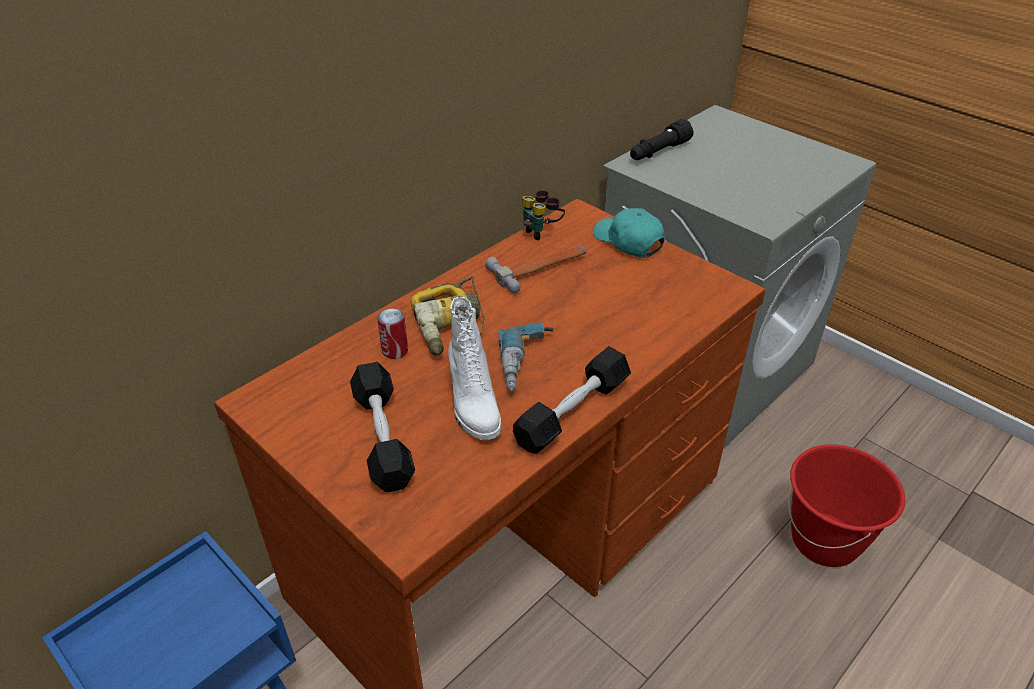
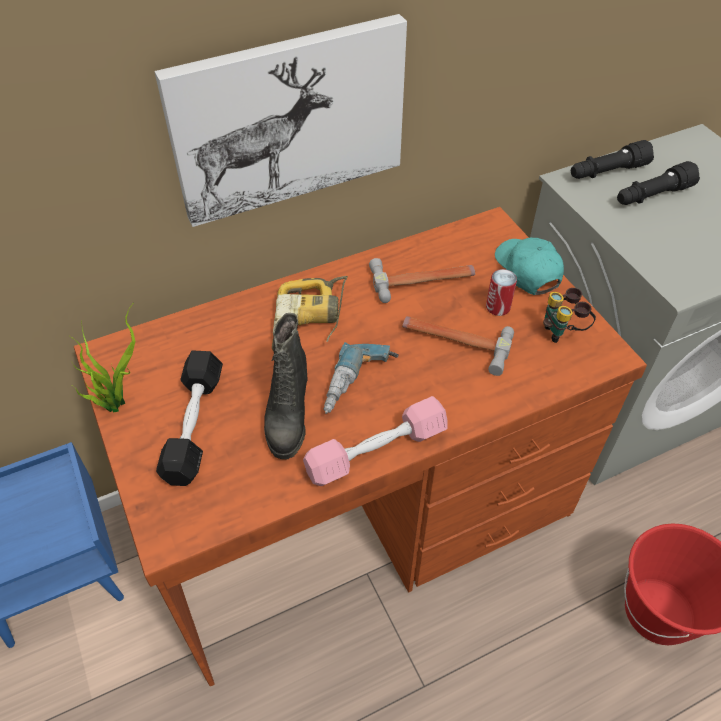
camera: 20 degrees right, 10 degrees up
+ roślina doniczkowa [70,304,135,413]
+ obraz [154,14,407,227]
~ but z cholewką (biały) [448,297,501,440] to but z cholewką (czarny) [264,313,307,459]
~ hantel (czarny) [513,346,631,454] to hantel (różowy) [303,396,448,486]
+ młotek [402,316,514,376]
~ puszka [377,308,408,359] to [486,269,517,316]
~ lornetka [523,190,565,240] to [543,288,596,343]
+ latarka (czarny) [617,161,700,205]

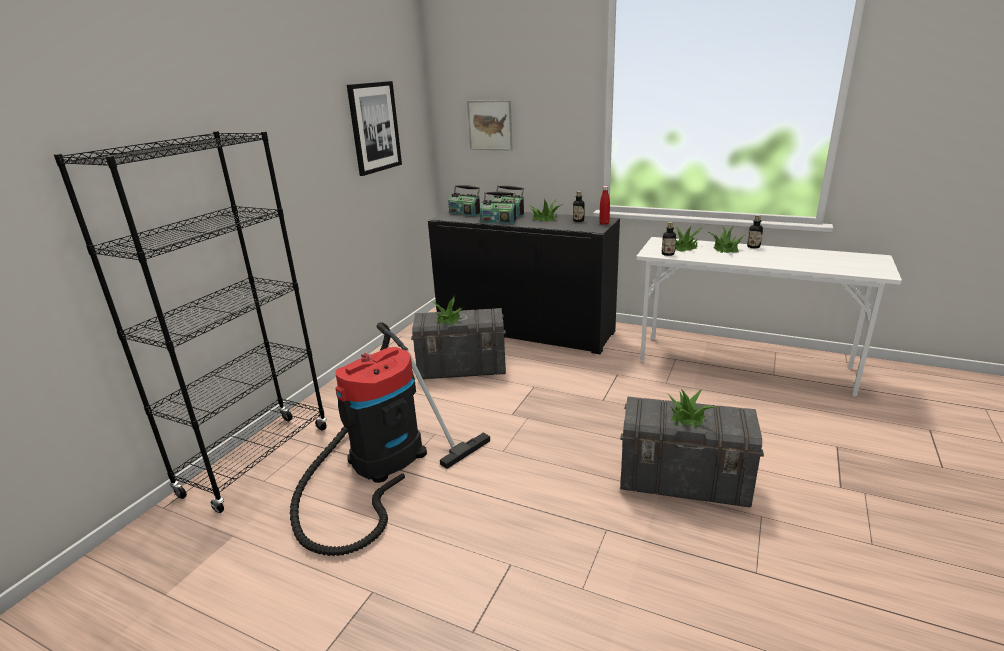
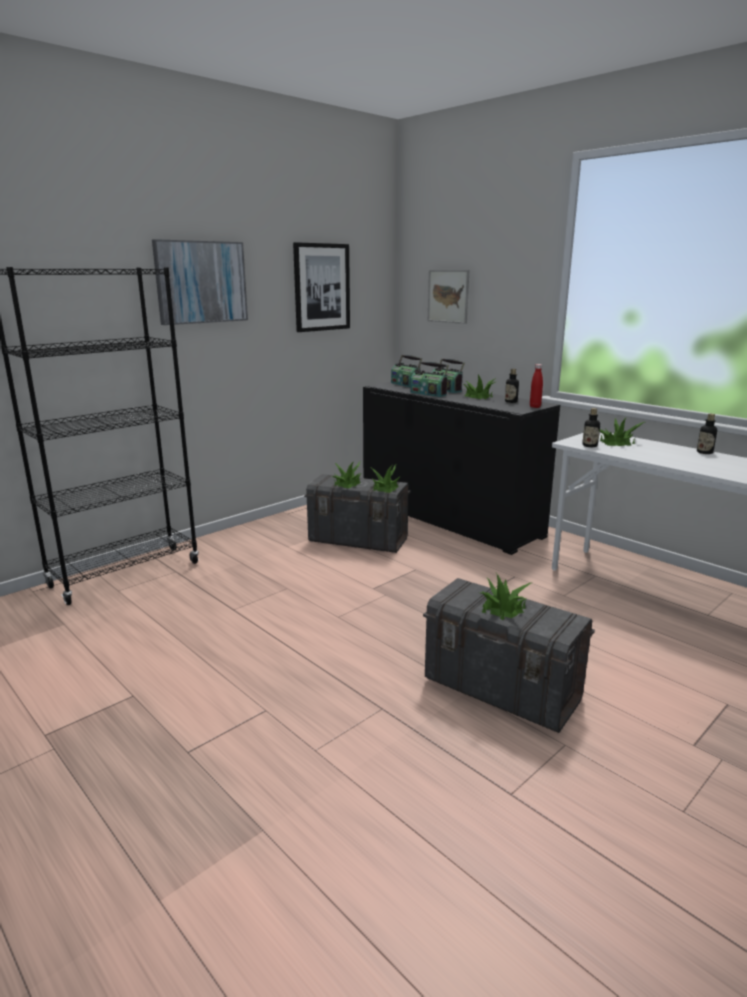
camera: 20 degrees right, 5 degrees down
+ obraz [152,239,248,325]
~ roślina doniczkowa [707,226,745,253] to [371,465,400,493]
- odkurzacz [290,322,490,556]

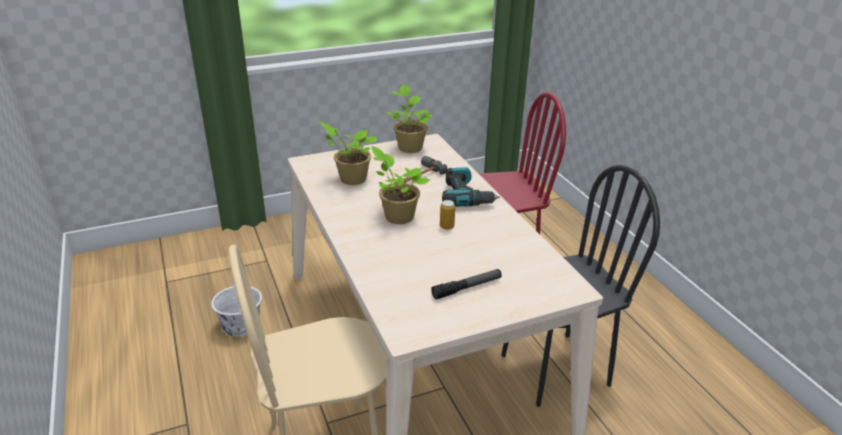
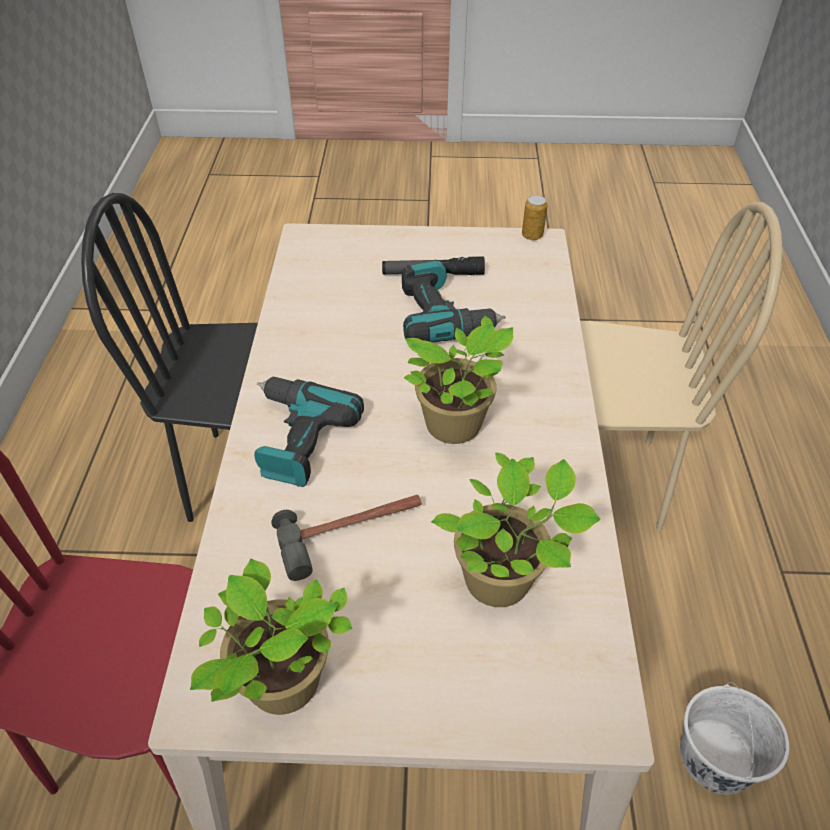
camera: 155 degrees left, 15 degrees up
+ wiertarka [402,261,506,343]
~ puszka [440,200,455,230] to [522,195,548,240]

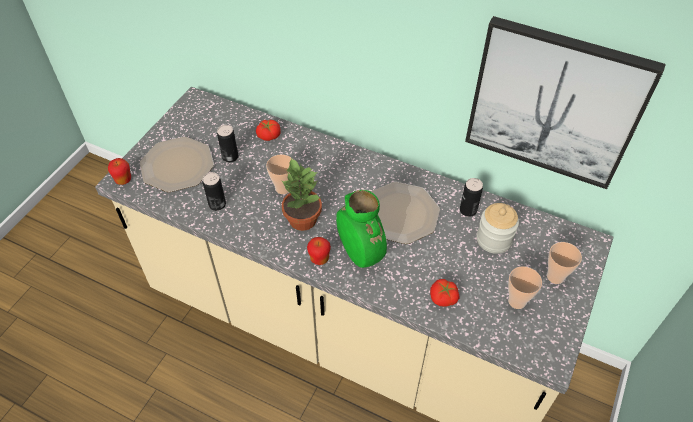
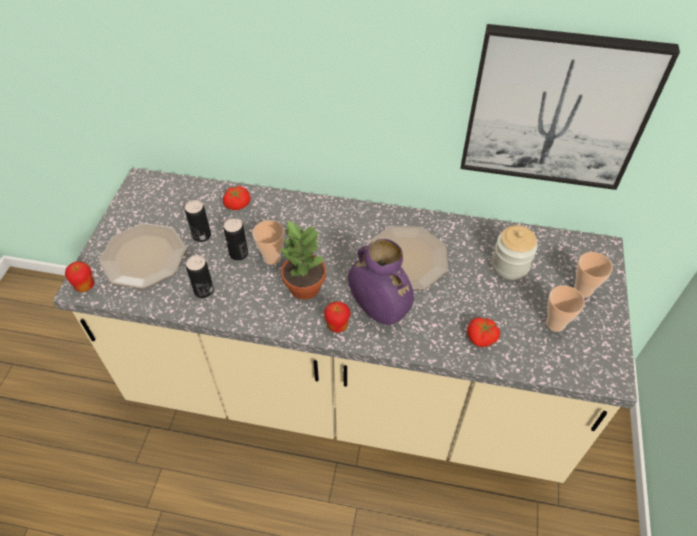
camera: 15 degrees left, 0 degrees up
~ puszka [460,178,483,217] to [224,218,248,261]
~ wazon (zielony) [336,190,387,268] to wazon (fioletowy) [348,239,414,325]

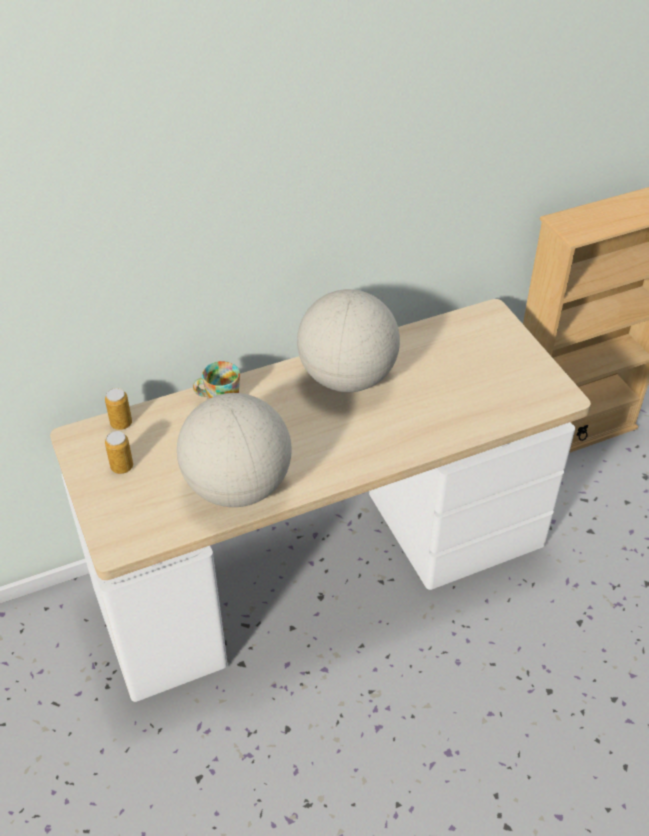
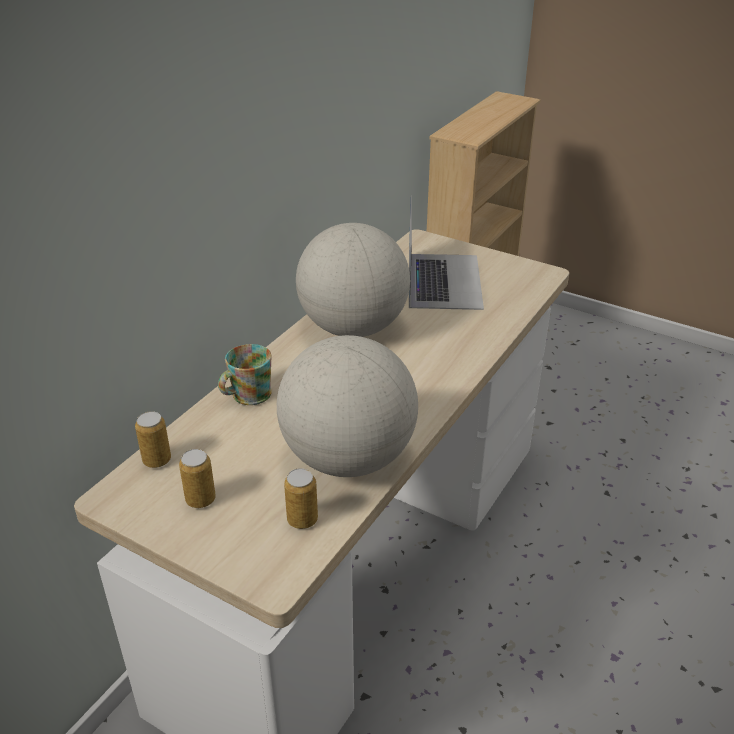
camera: 35 degrees left, 10 degrees down
+ puszka [284,468,318,529]
+ laptop [409,196,484,310]

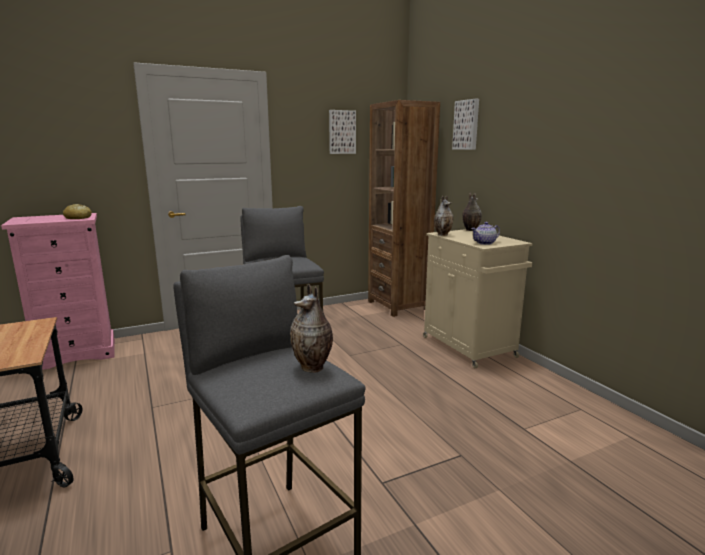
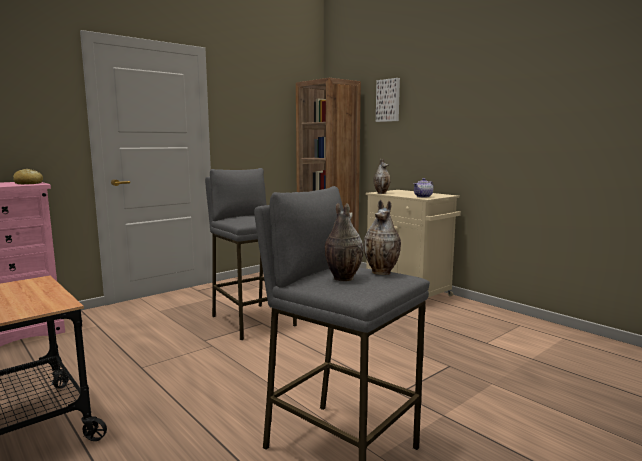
camera: 15 degrees left, 5 degrees down
~ wazon [463,193,482,231] to [325,203,363,281]
- obraz [329,110,356,154]

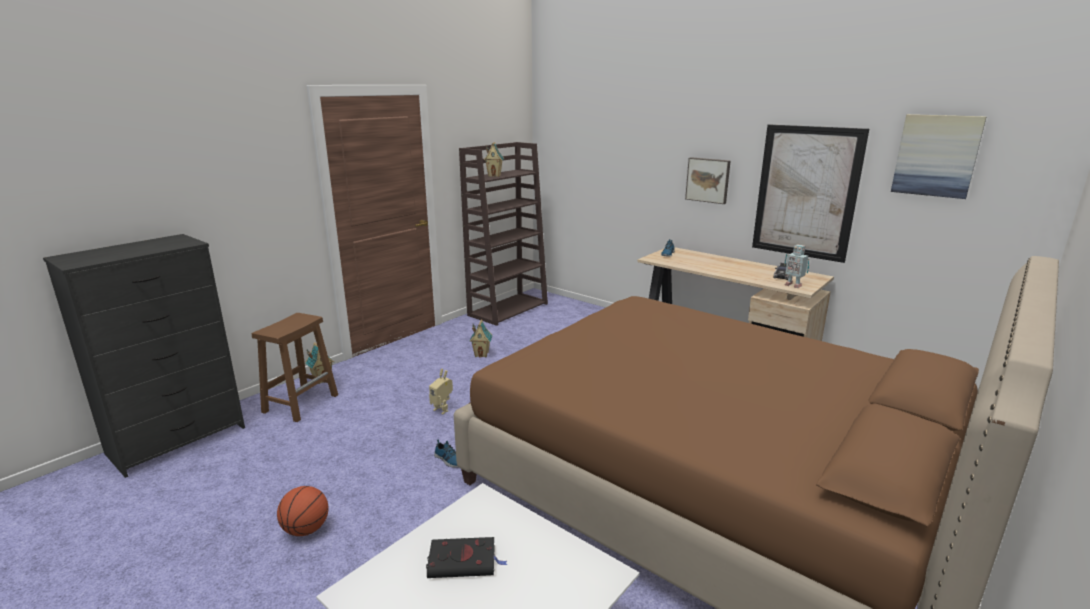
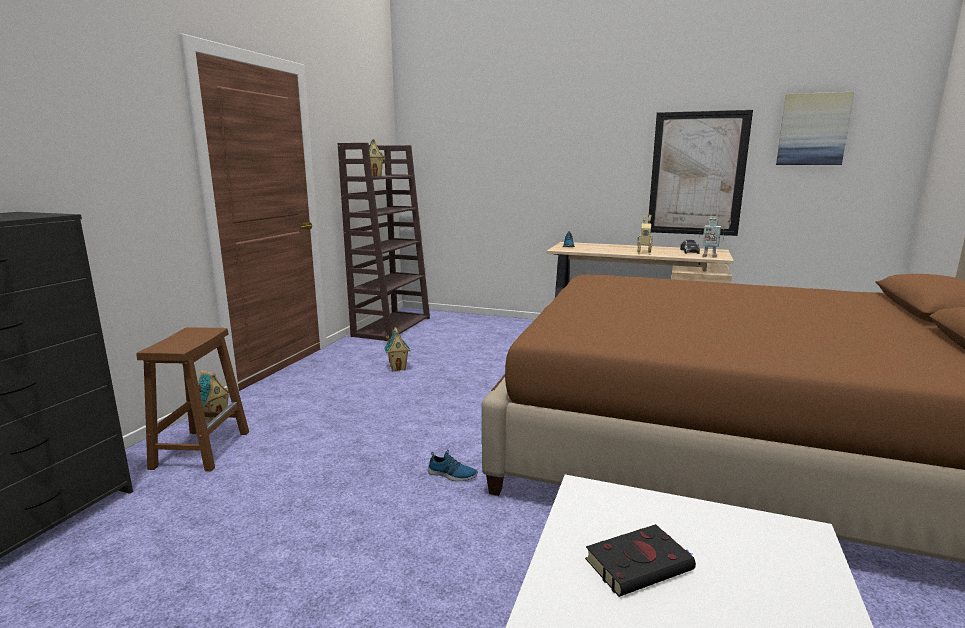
camera: 20 degrees left, 5 degrees down
~ robot zabawkowy [429,369,453,415] to [637,215,653,255]
- piłka do koszykówki [277,486,328,536]
- obraz [685,157,731,204]

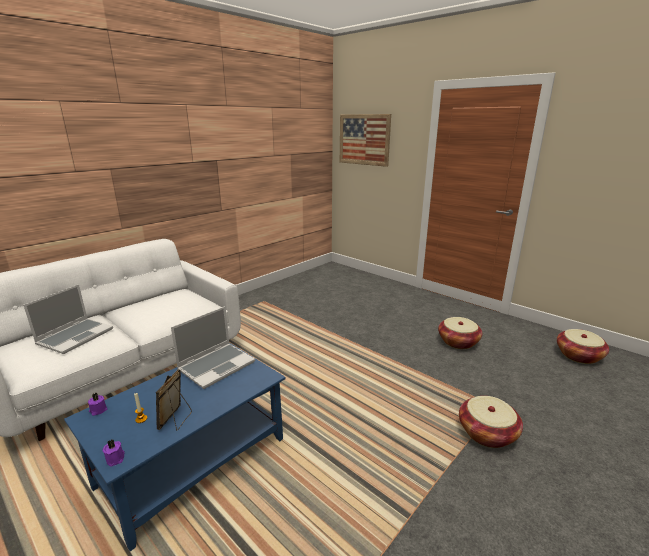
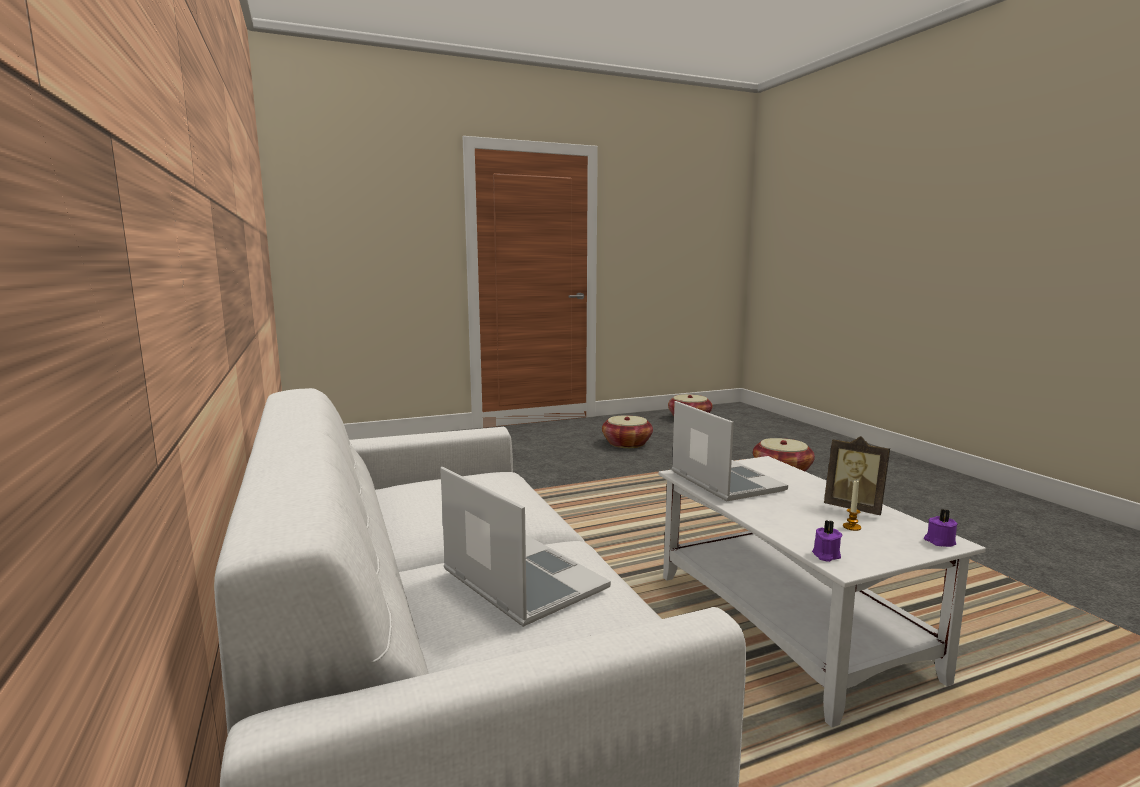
camera: 65 degrees left, 10 degrees down
~ ława (niebieski) [64,343,286,551] to ława (biały) [658,456,986,727]
- obraz [340,114,391,167]

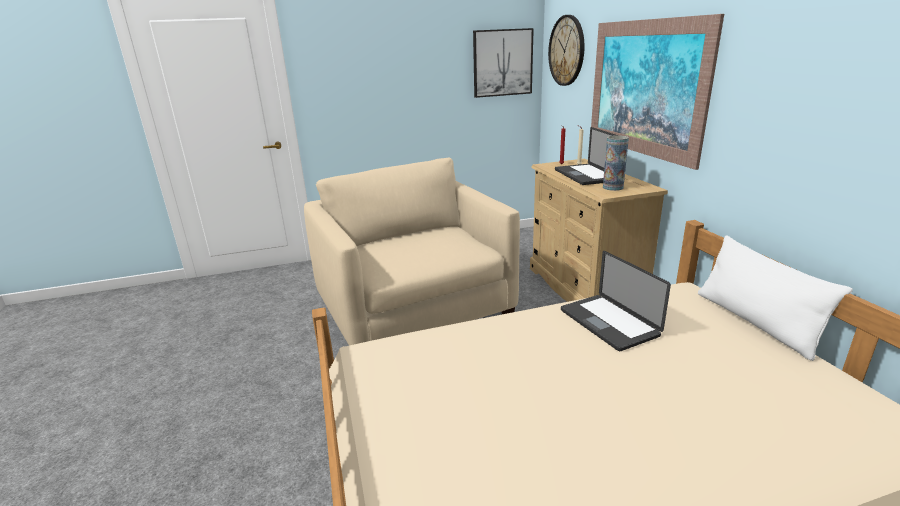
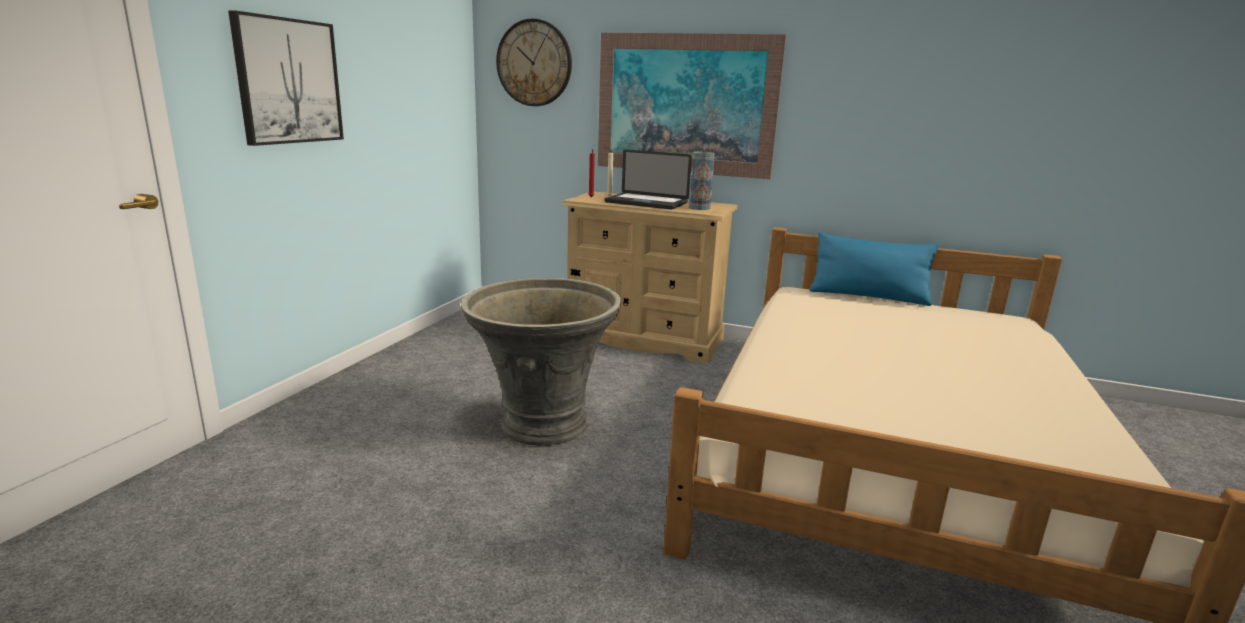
camera: 55 degrees left, 5 degrees down
~ obraz [473,28,534,98] to [228,10,344,146]
~ fotel (beżowy) [304,158,520,346] to donica (szary) [461,278,621,446]
~ poduszka (biały) [698,235,853,361] to poduszka (niebieski) [809,232,940,306]
- laptop [561,251,671,351]

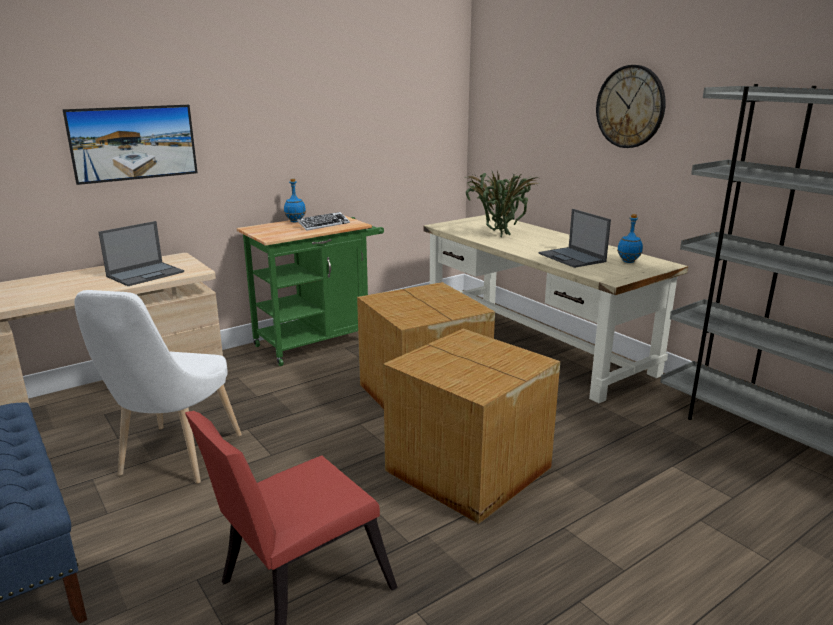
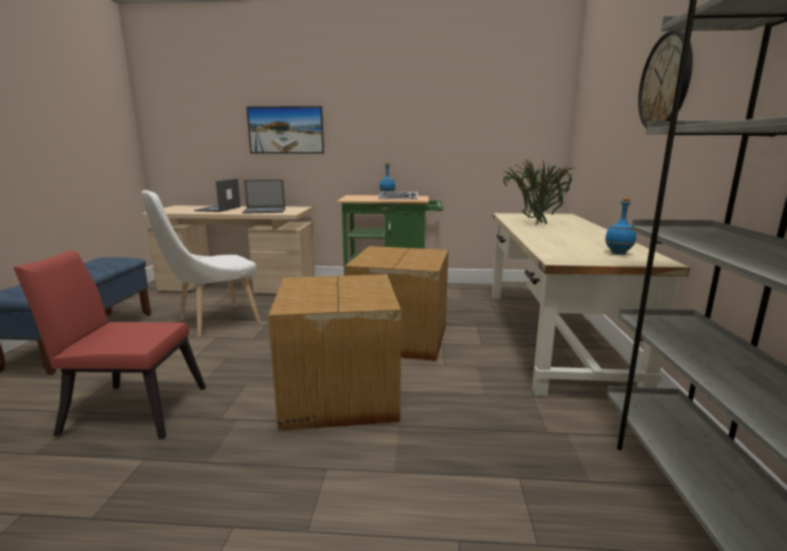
camera: 40 degrees right, 5 degrees down
~ laptop [539,209,611,268] to [194,179,241,212]

